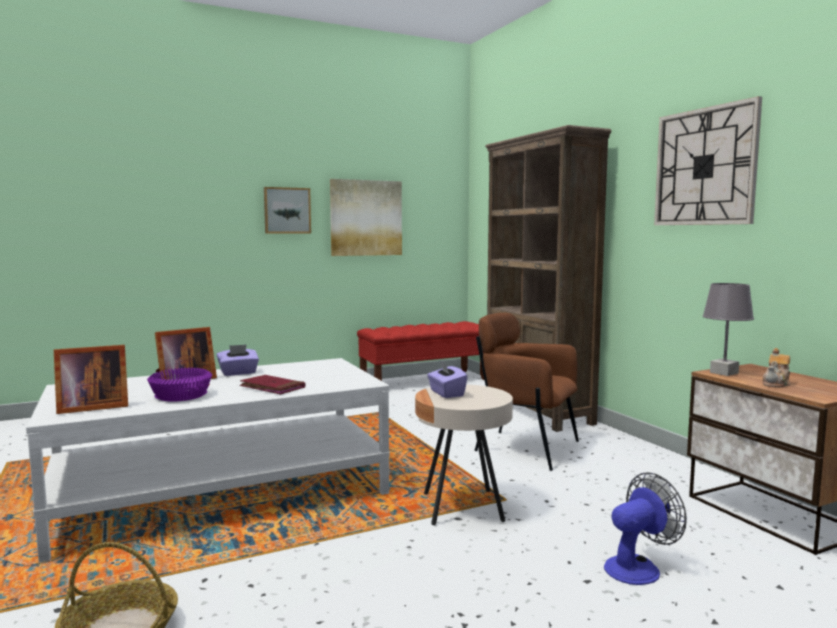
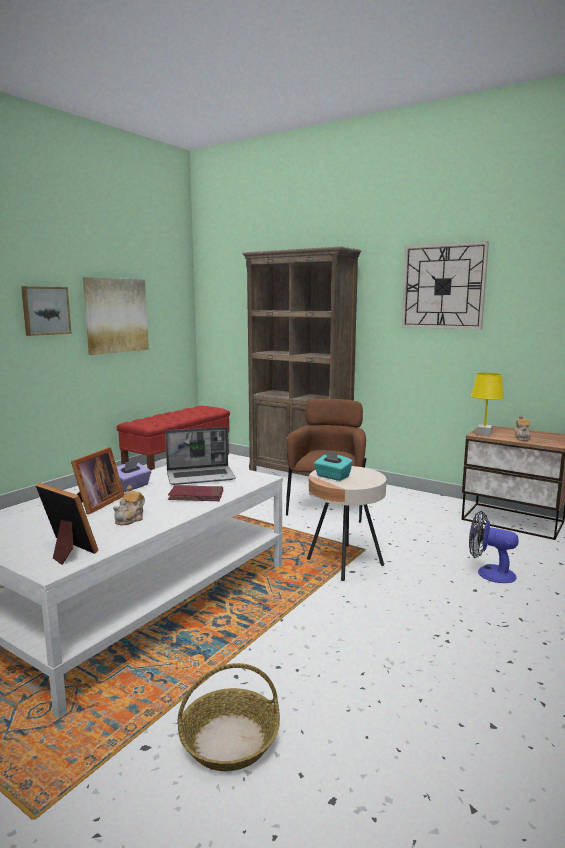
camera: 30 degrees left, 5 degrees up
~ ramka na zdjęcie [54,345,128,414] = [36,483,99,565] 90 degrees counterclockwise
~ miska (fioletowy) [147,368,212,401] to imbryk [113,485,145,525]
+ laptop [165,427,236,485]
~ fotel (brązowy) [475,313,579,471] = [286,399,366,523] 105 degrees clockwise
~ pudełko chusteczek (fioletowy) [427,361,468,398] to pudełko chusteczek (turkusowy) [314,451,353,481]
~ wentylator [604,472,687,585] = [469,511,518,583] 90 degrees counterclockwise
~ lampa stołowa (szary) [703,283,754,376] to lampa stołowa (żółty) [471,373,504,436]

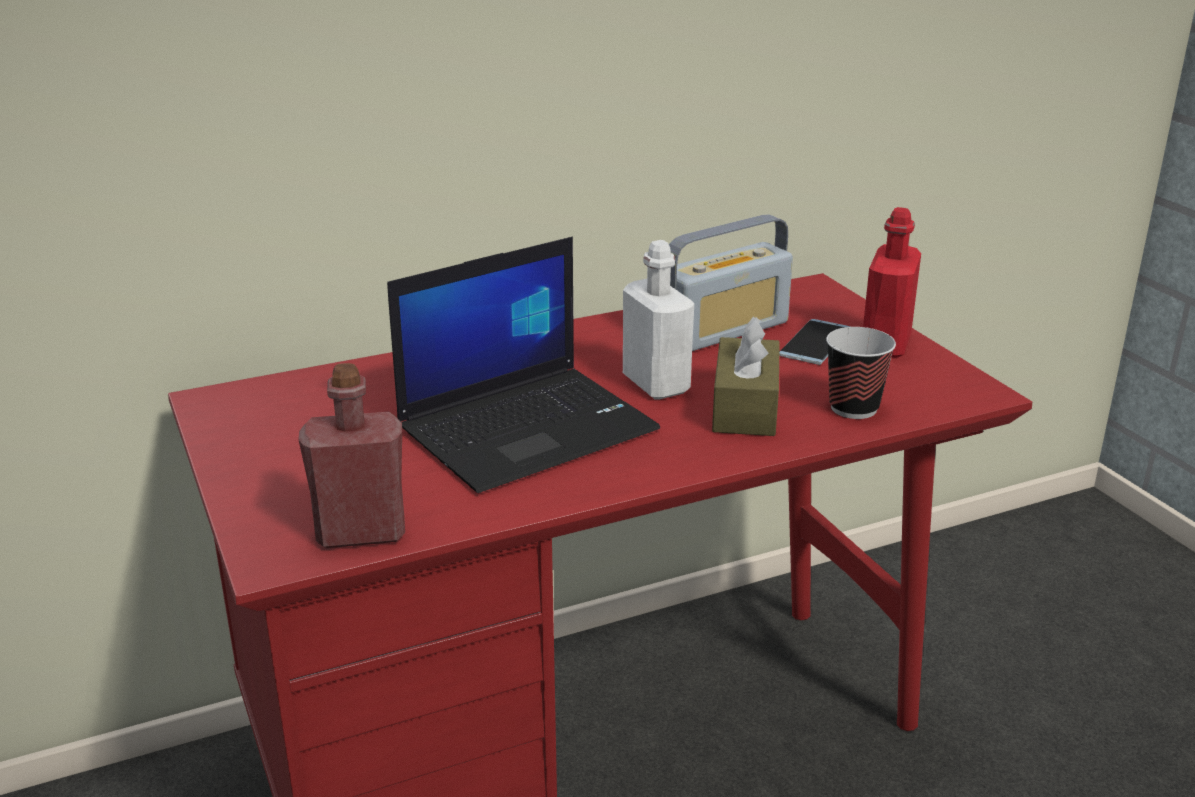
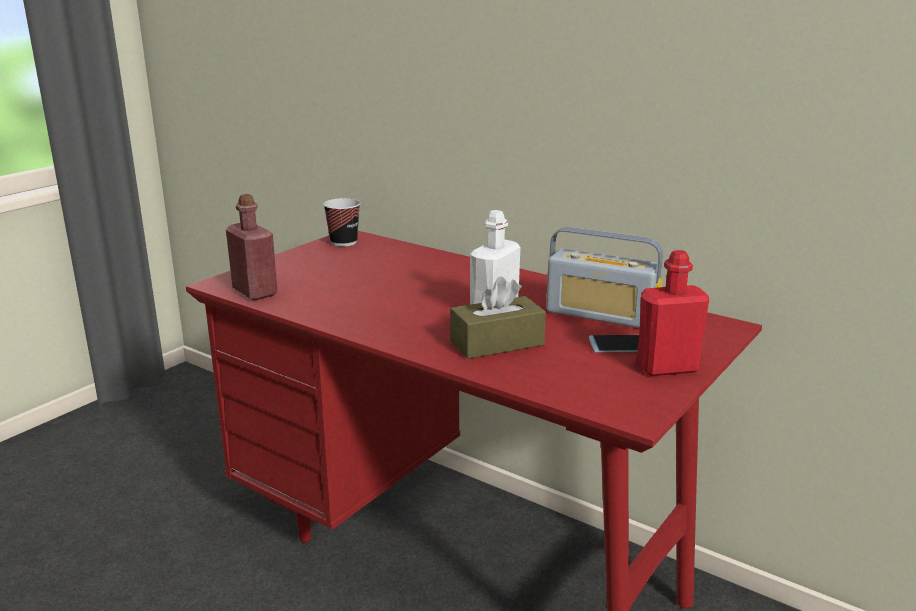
camera: 60 degrees right, 5 degrees down
~ filiżanka [826,327,896,419] to [323,198,360,247]
- laptop [387,237,660,493]

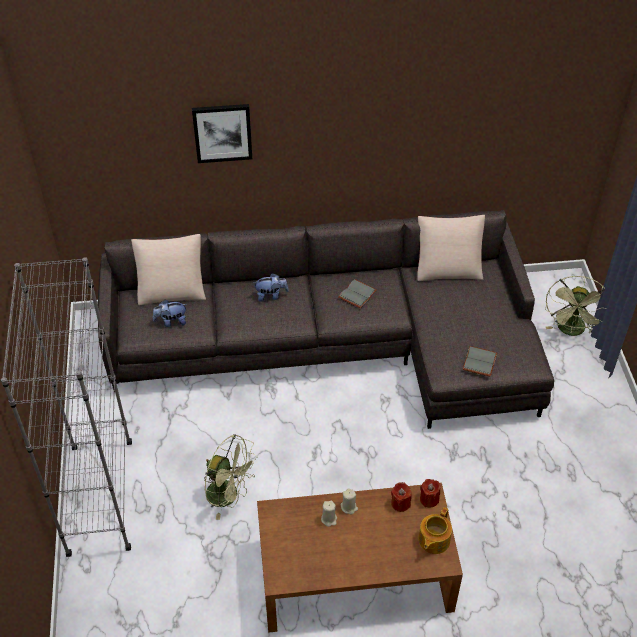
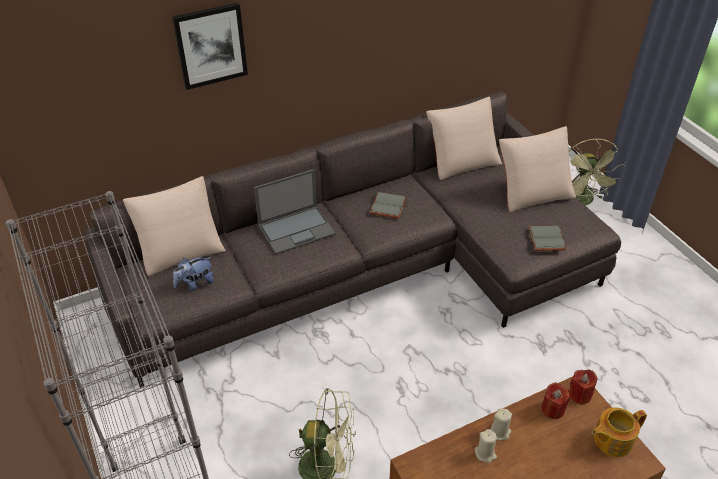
camera: 20 degrees left, 5 degrees down
~ pluszak [253,273,289,302] to laptop [254,169,336,255]
+ poduszka (beżowy) [499,126,576,212]
~ imbryk [418,507,452,554] = [592,408,647,457] 60 degrees clockwise

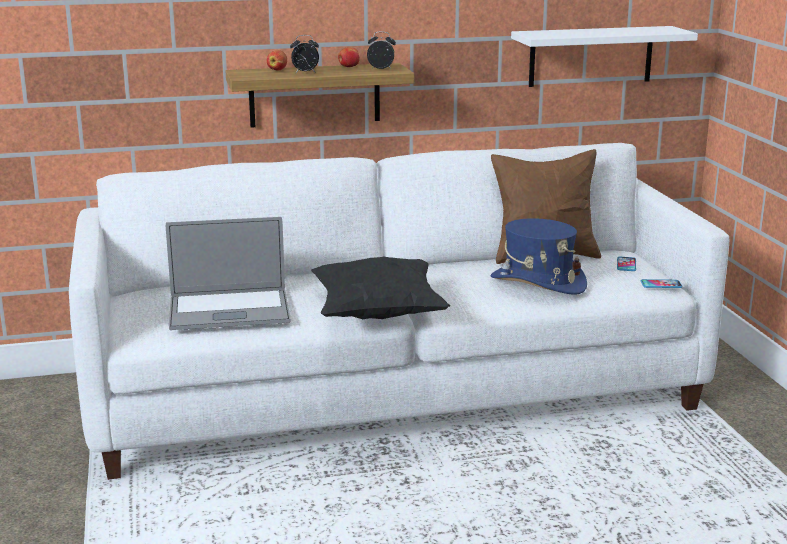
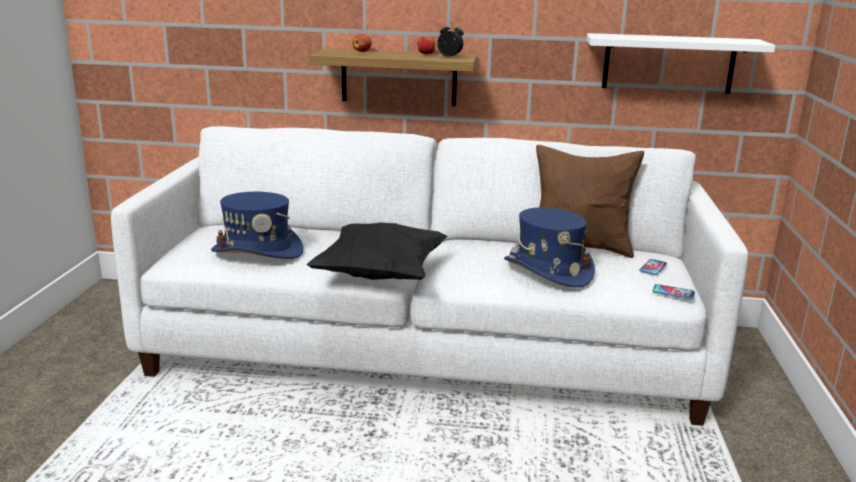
camera: 20 degrees right, 0 degrees up
~ laptop [166,217,290,330] to kapelusz (niebieski) [211,192,304,259]
- budzik [290,35,319,73]

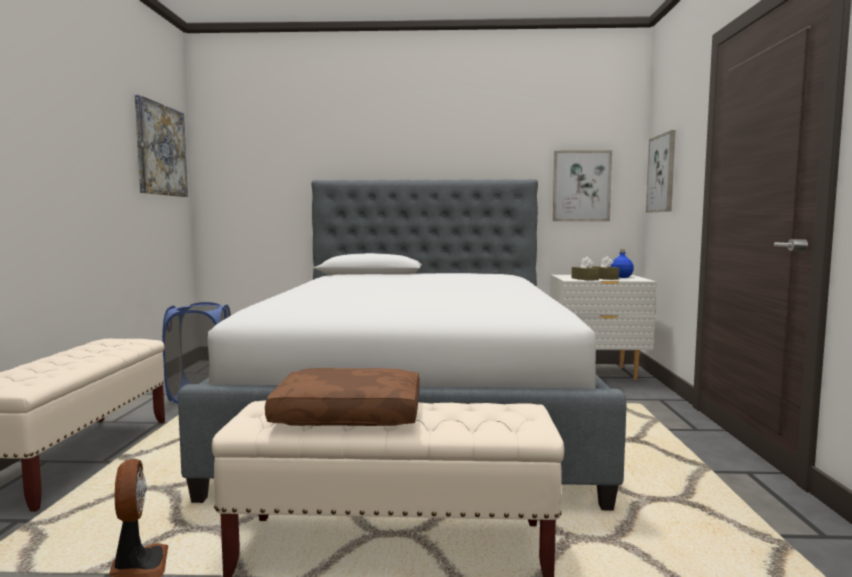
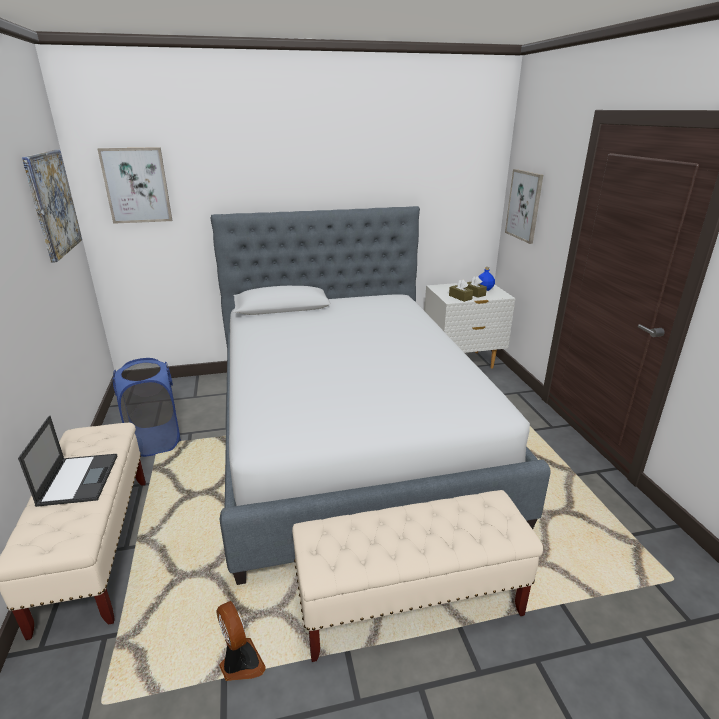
camera: 15 degrees left, 20 degrees up
+ laptop [18,415,117,507]
~ obraz [553,150,612,221] to [97,147,172,224]
- poduszka (brązowy) [265,368,420,426]

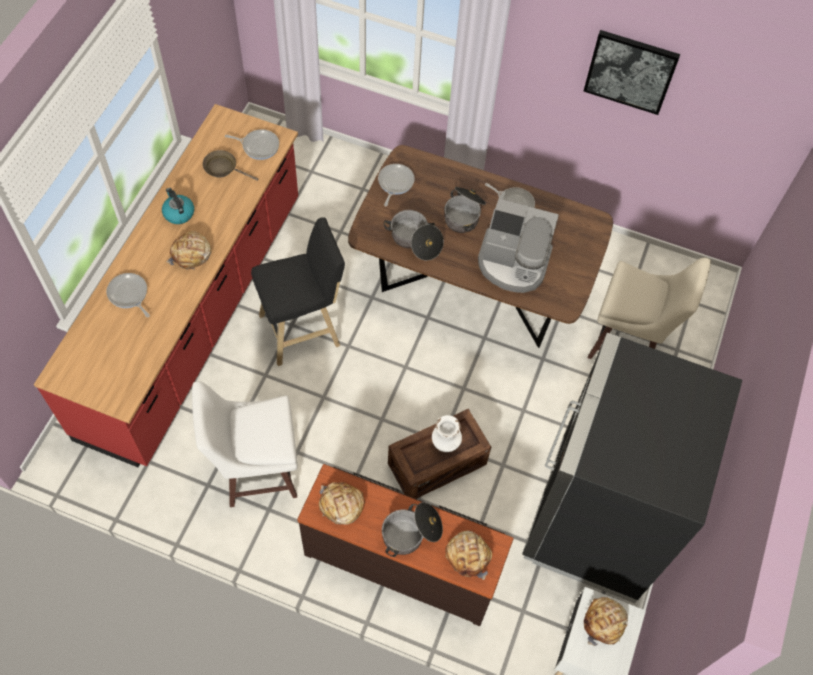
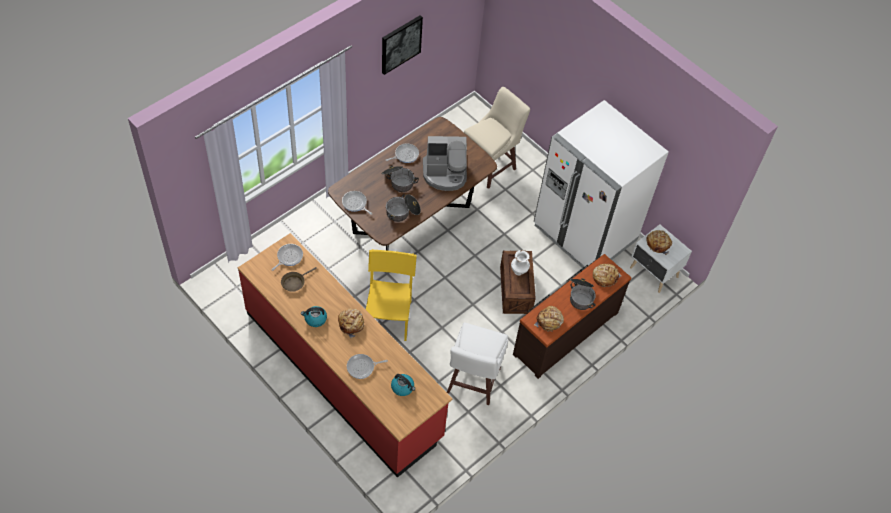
camera: 65 degrees left, 5 degrees down
~ stołek (czarny) [251,217,345,366] to krzesło (żółty) [366,249,417,341]
+ czajnik [391,374,415,396]
~ ekspres do kawy [478,199,559,293] = [423,136,467,191] 45 degrees clockwise
~ lodówka (czarny) [522,333,742,603] to lodówka (biały) [534,100,669,269]

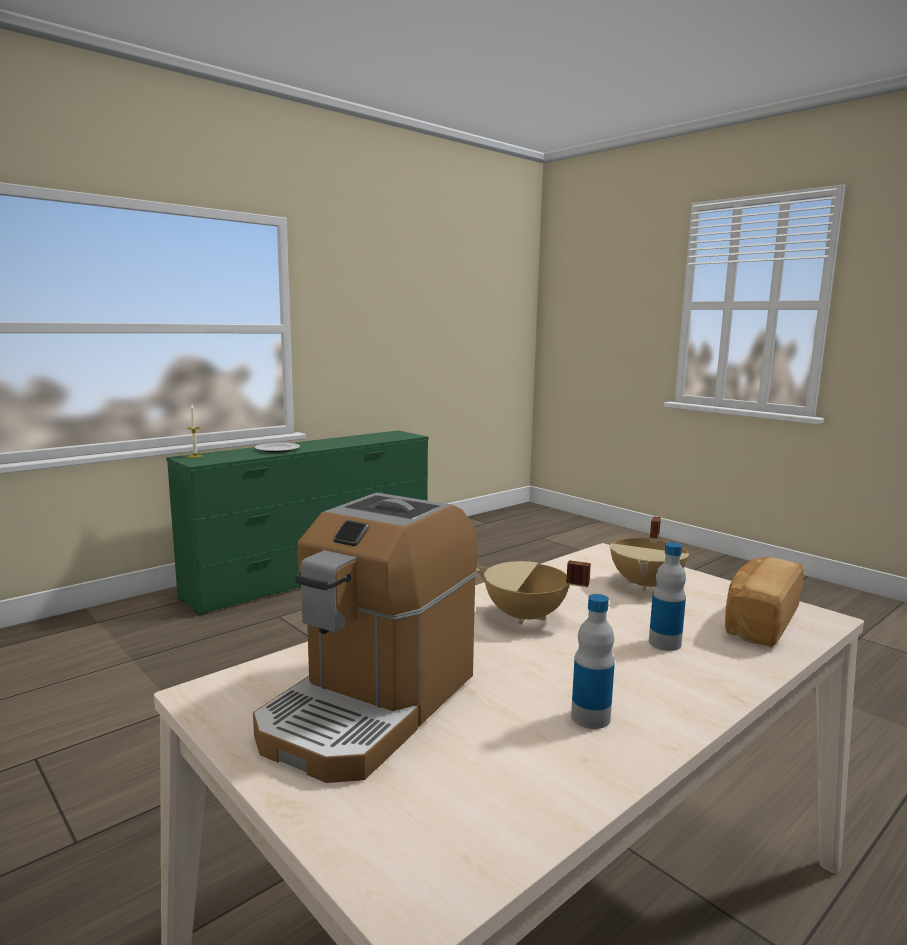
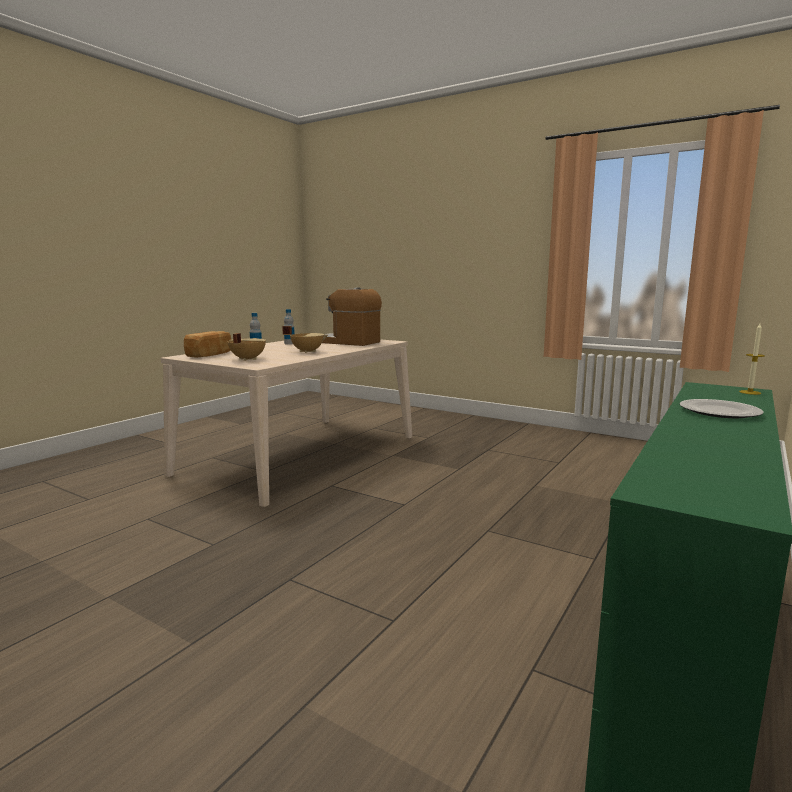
camera: 165 degrees right, 0 degrees up
~ ekspres do kawy [253,492,478,783] = [322,288,382,346] 75 degrees counterclockwise

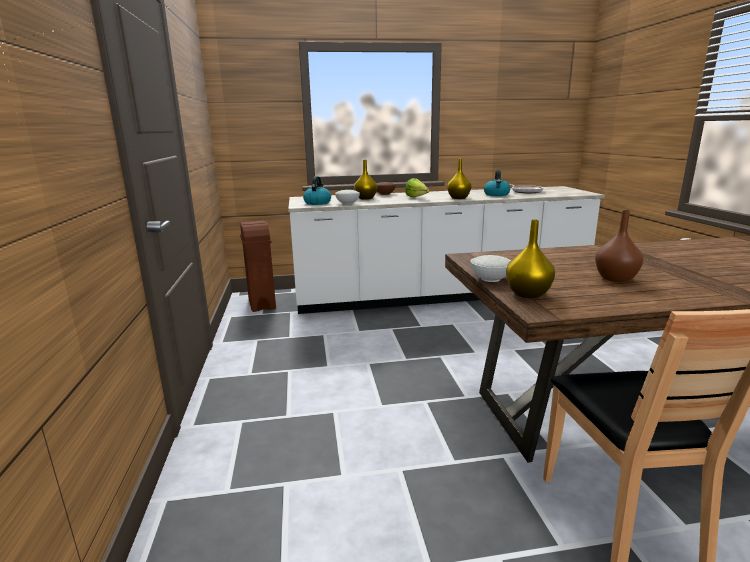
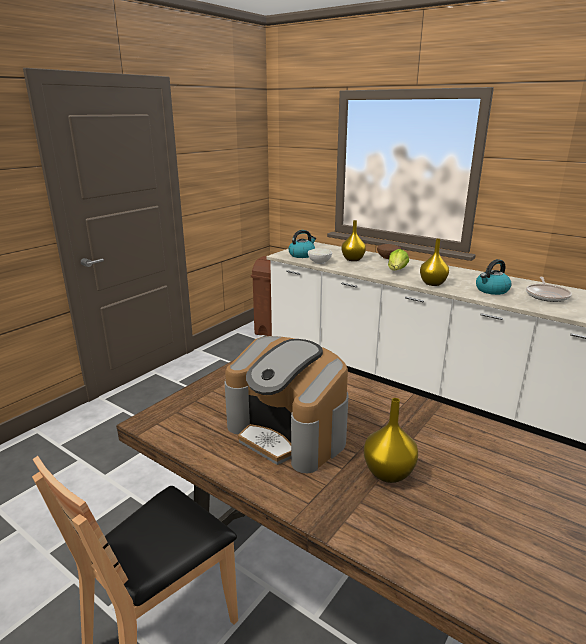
camera: 45 degrees right, 5 degrees up
~ wazon (brązowy) [595,210,644,282] to ekspres do kawy [224,336,348,473]
~ wazon (żółty) [506,220,555,298] to [364,398,418,483]
- miska (biały) [470,255,511,282]

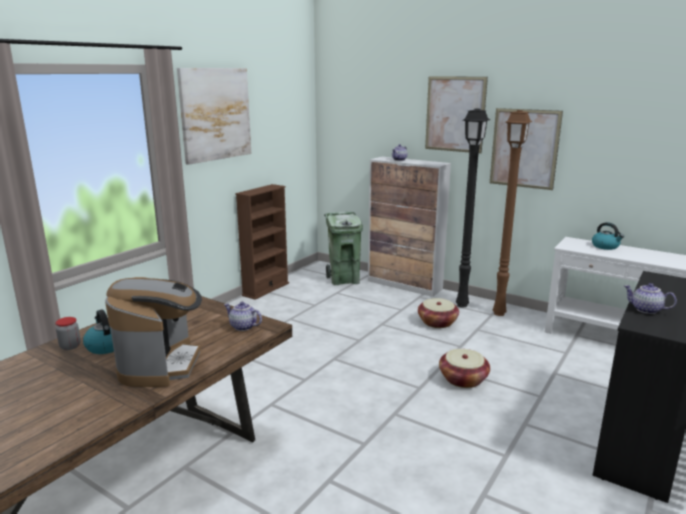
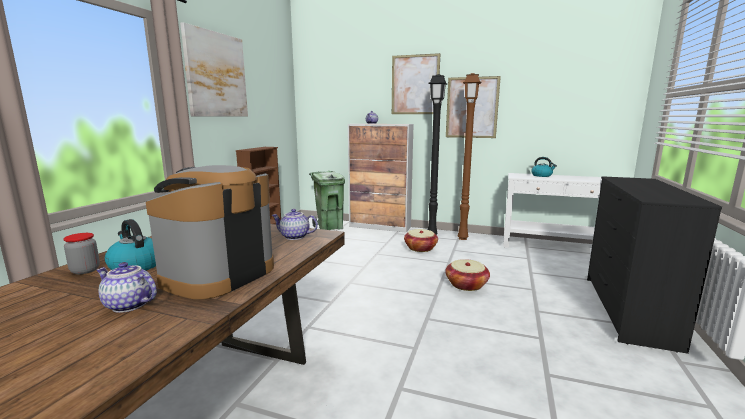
camera: 15 degrees left, 5 degrees down
~ imbryk [624,283,677,314] to [97,262,157,313]
~ ekspres do kawy [105,277,202,387] = [146,165,274,299] 135 degrees counterclockwise

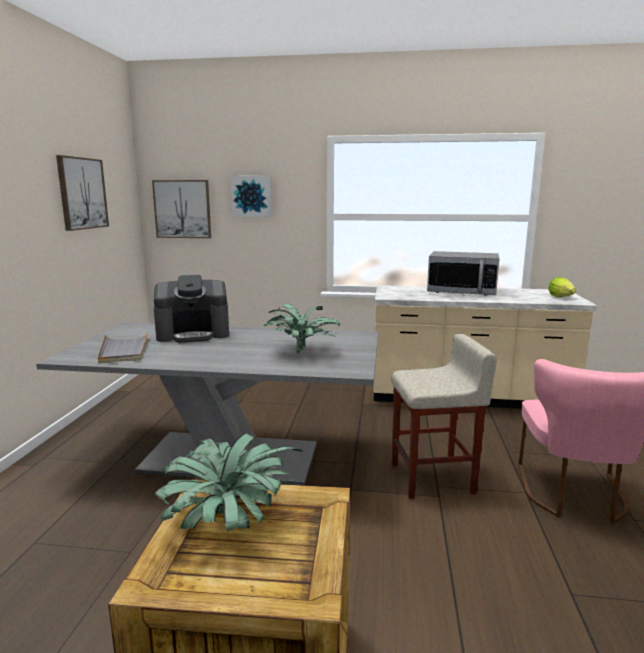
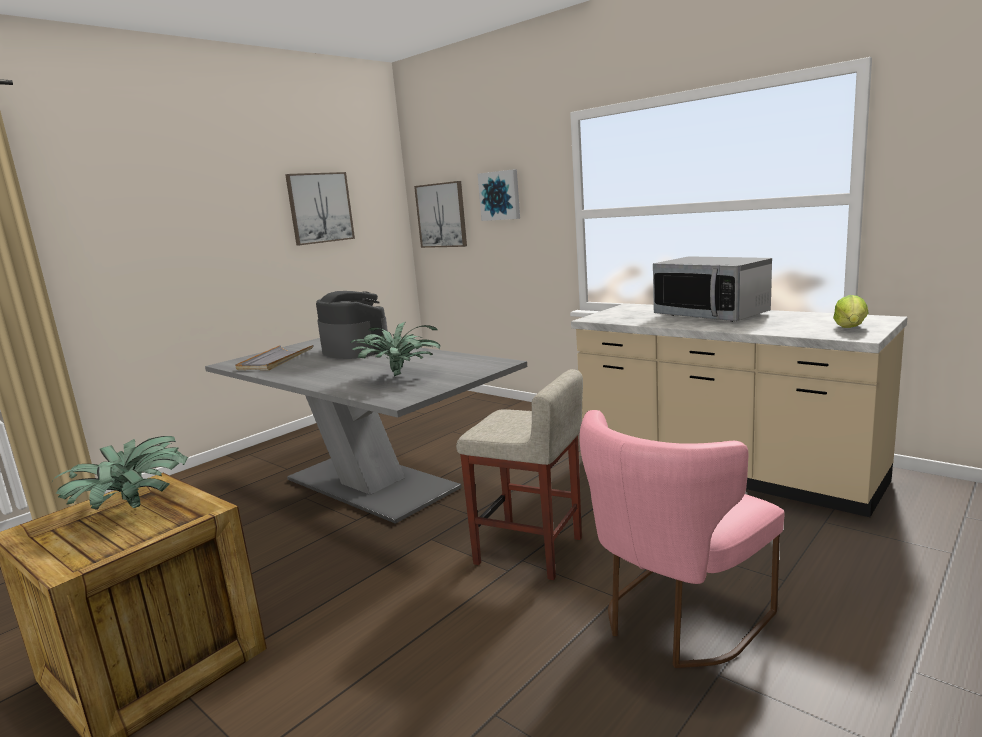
camera: 35 degrees right, 0 degrees up
~ ekspres do kawy [154,275,229,343] = [316,291,388,359] 150 degrees counterclockwise

